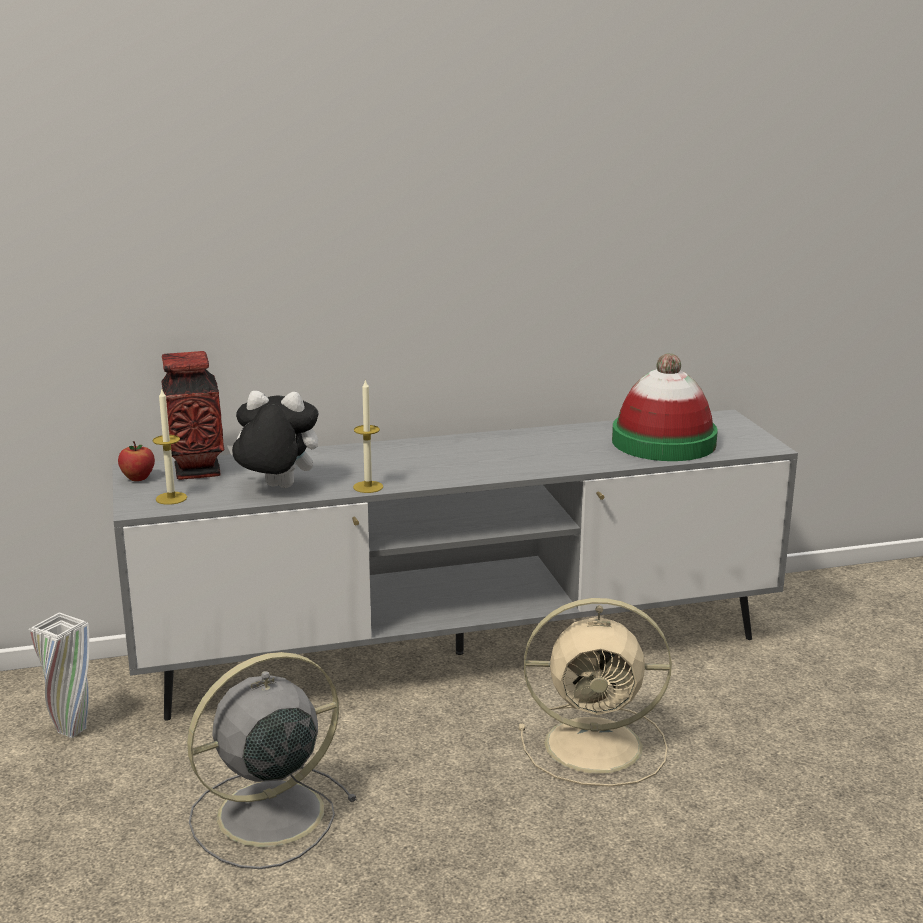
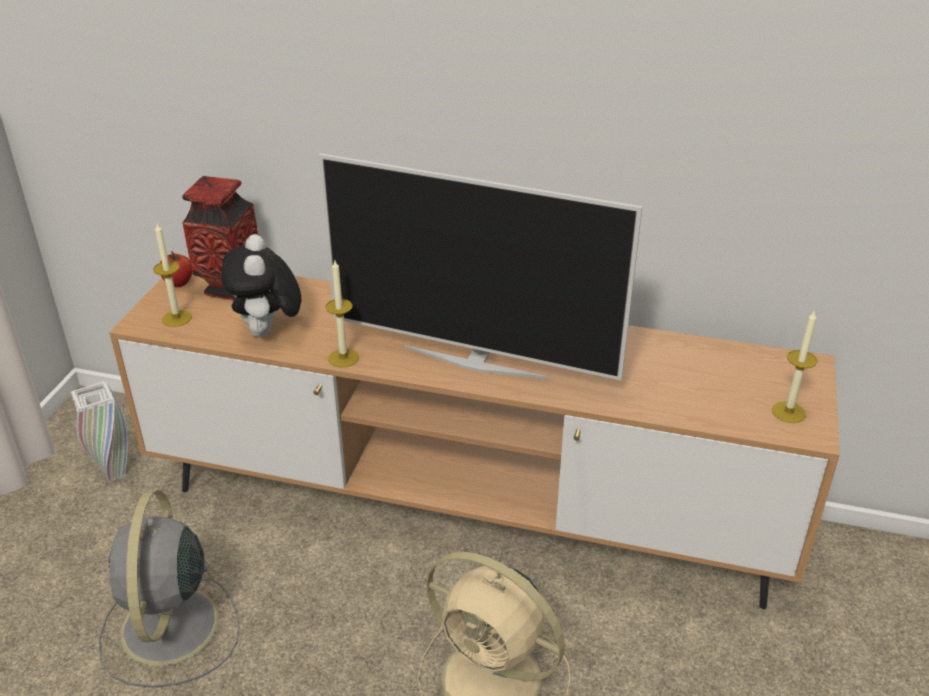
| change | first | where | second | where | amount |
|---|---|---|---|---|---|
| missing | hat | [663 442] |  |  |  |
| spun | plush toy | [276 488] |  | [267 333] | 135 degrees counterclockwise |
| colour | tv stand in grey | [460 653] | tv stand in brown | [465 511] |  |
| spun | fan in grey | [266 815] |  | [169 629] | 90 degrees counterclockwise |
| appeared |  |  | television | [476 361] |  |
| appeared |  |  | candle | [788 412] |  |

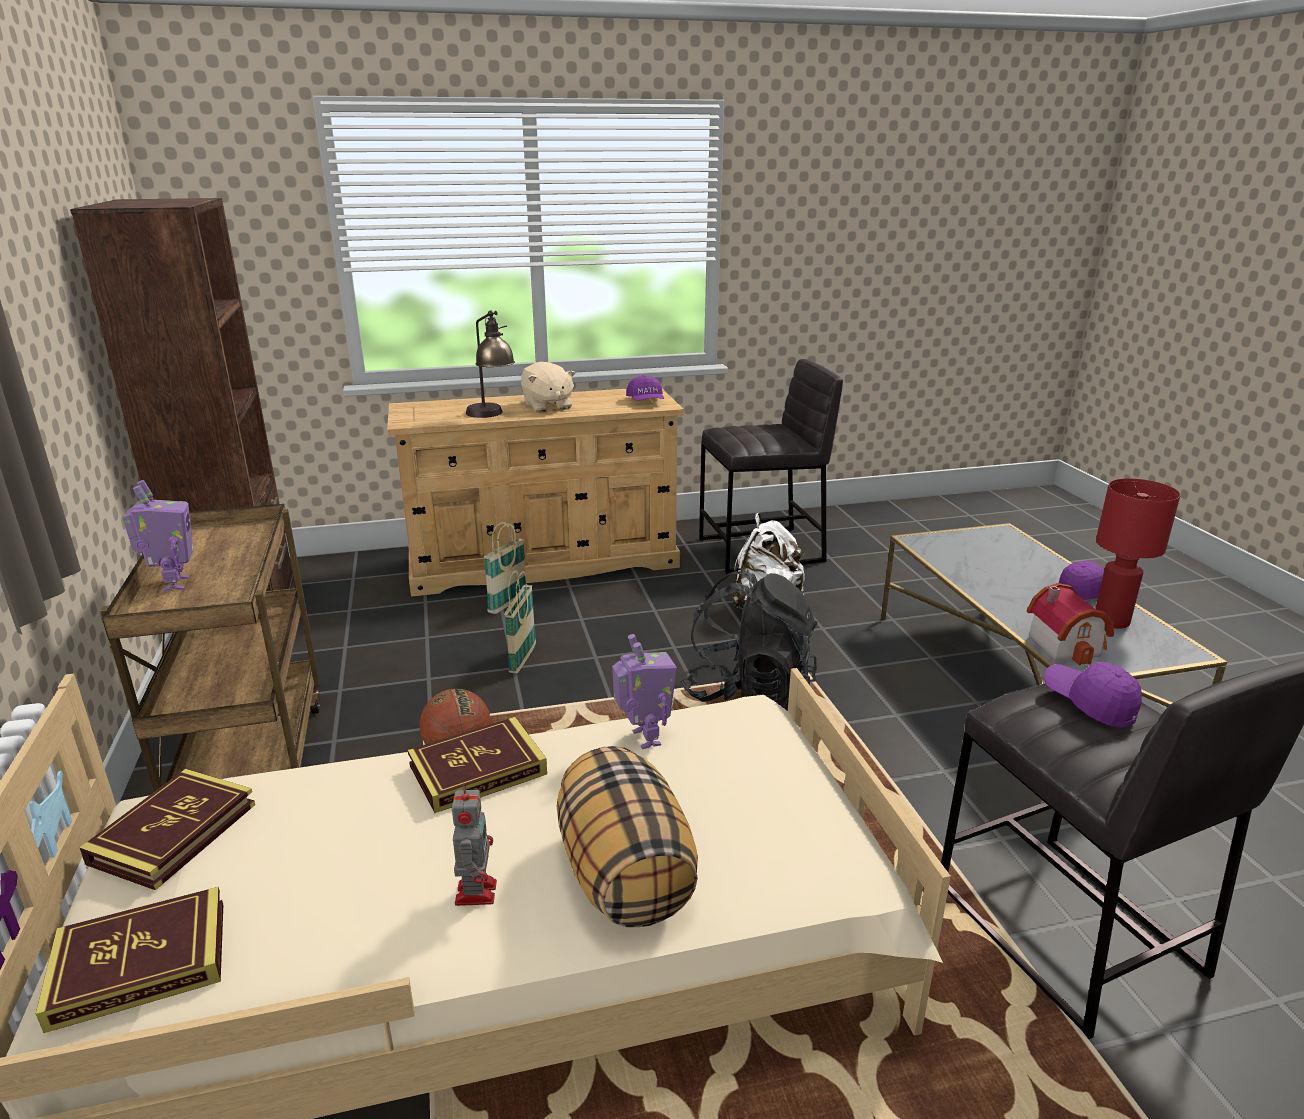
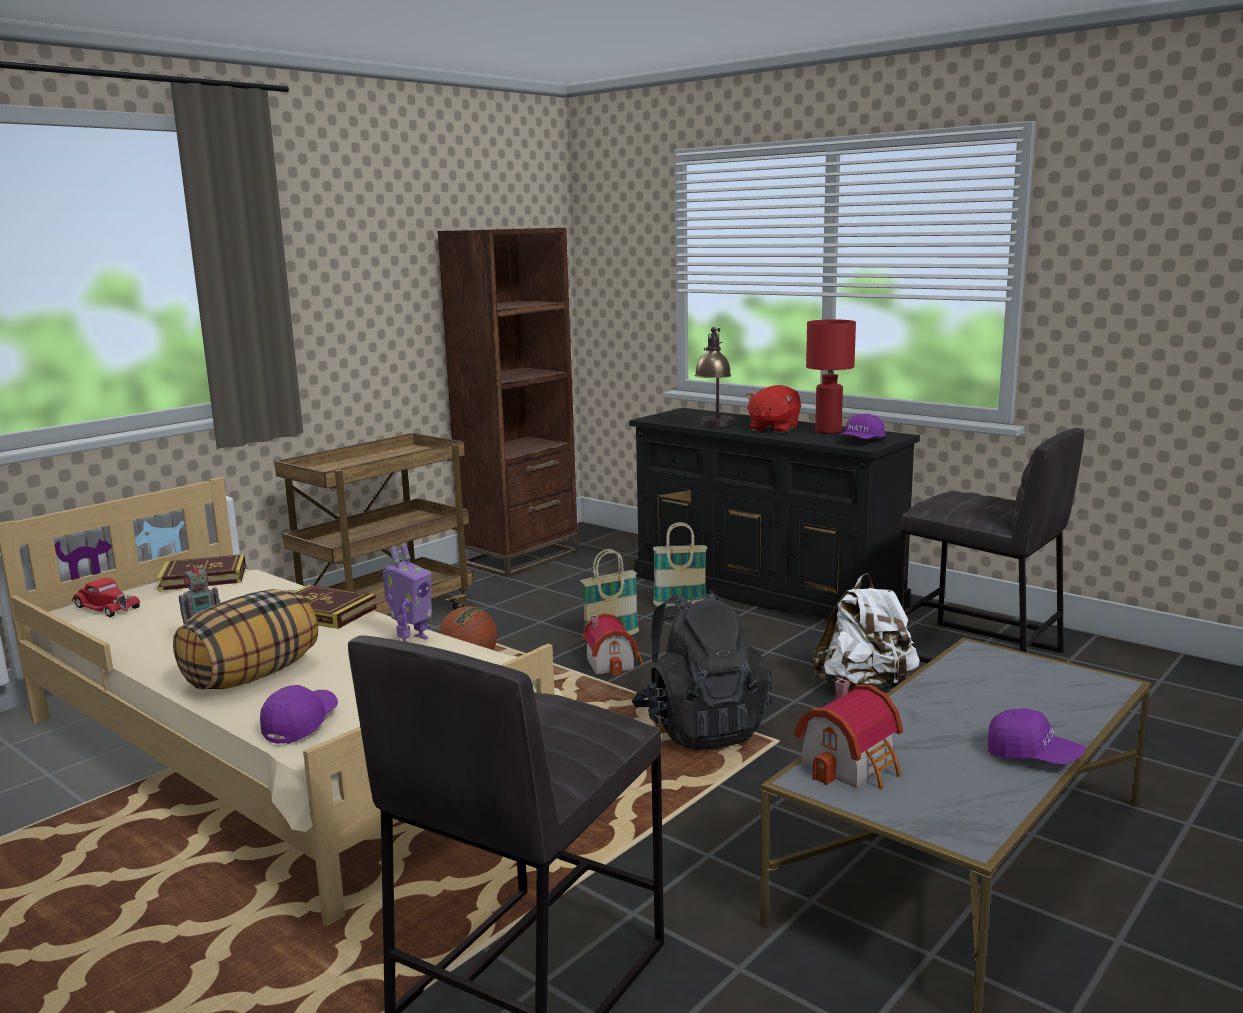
| change | first | where | second | where | amount |
|---|---|---|---|---|---|
| colour | plush toy in beige | [547 406] | plush toy in red | [773 429] |  |
| colour | dresser in beige | [545 562] | dresser in black | [767 591] |  |
| relocated | table lamp in red | [1112 621] |  | [828 431] |  |
| missing | toy robot | [174 584] |  |  |  |
| relocated | cap in purple | [1089 703] |  | [301 724] |  |
| exchanged | book | [140 964] | toy car in red | [106 607] |  |
| appeared |  |  | toy house | [613 663] |  |

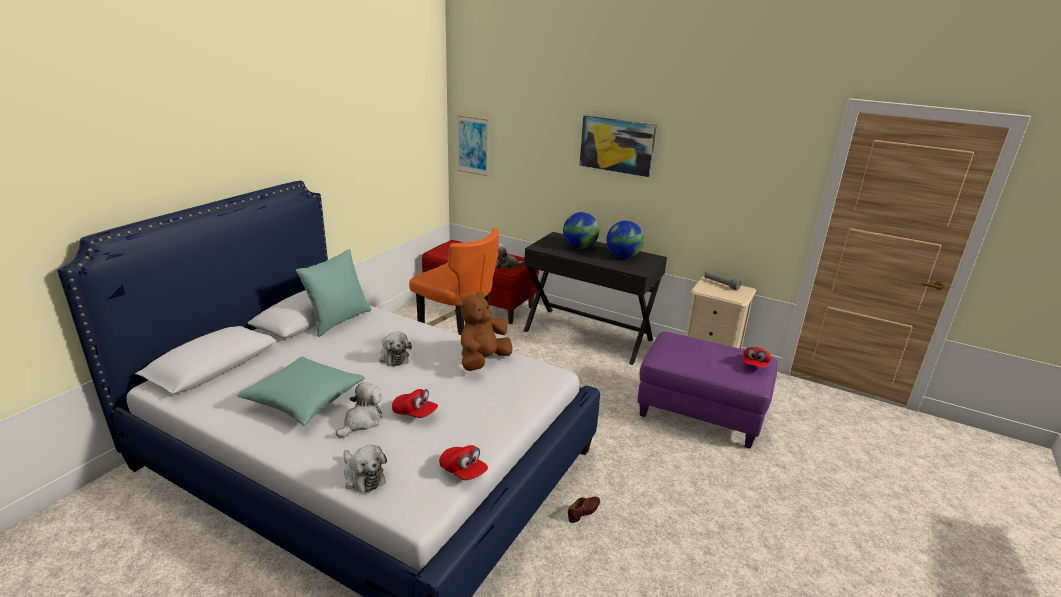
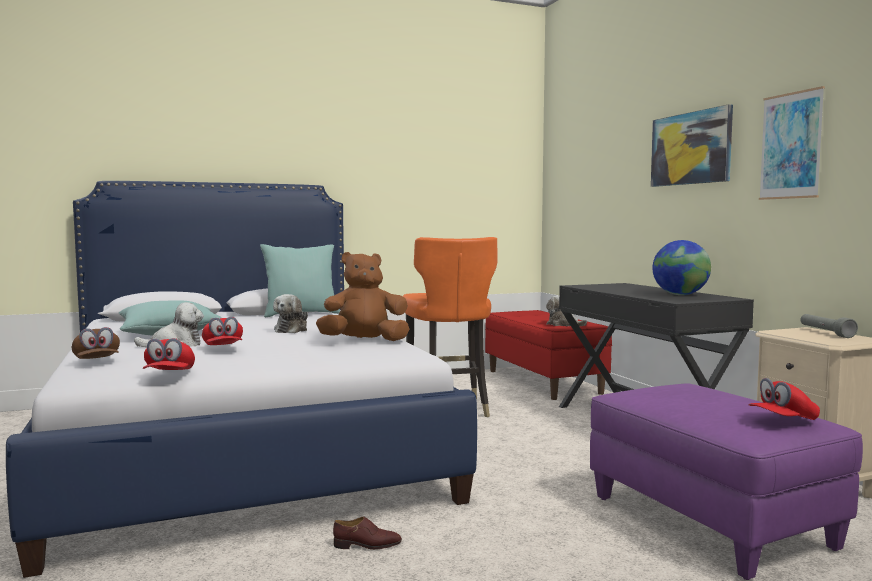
| change | first | where | second | where | amount |
|---|---|---|---|---|---|
| relocated | picture | [473 145] |  | [791 146] |  |
| missing | globe | [579 247] |  |  |  |
| exchanged | plush toy | [363 476] | cap in brown | [97 362] |  |

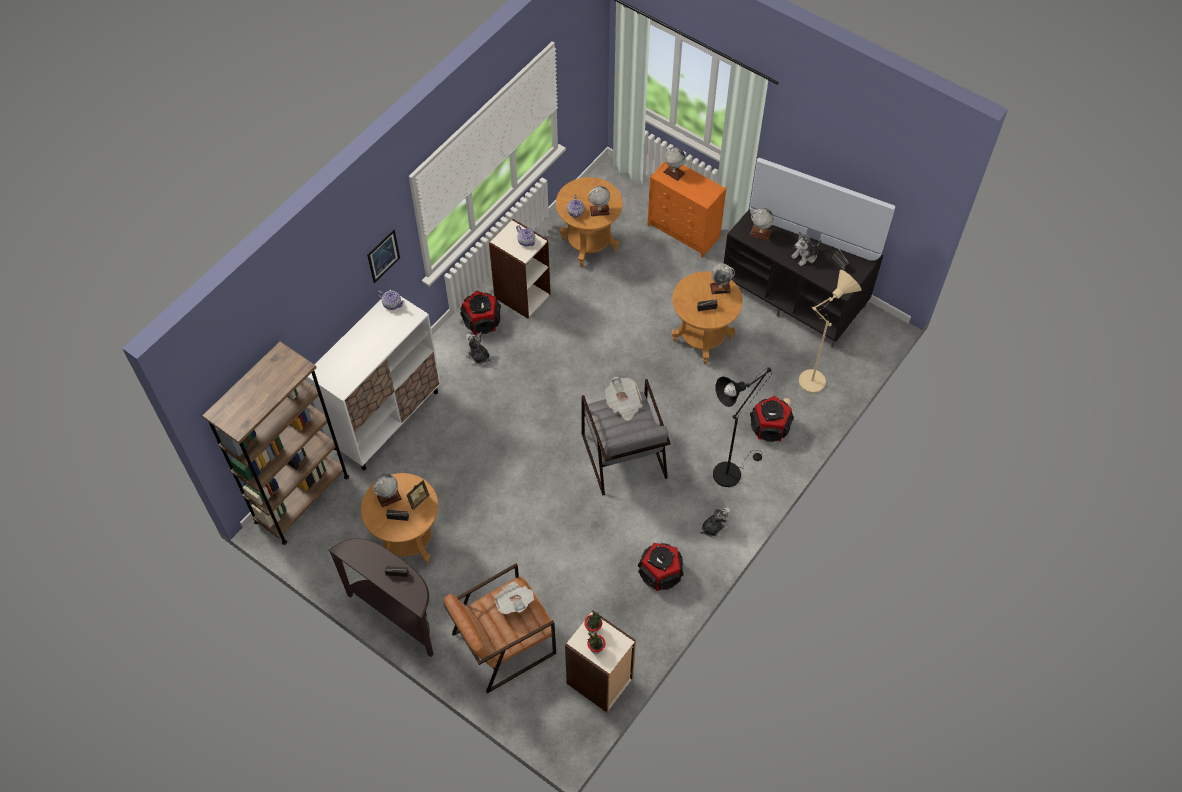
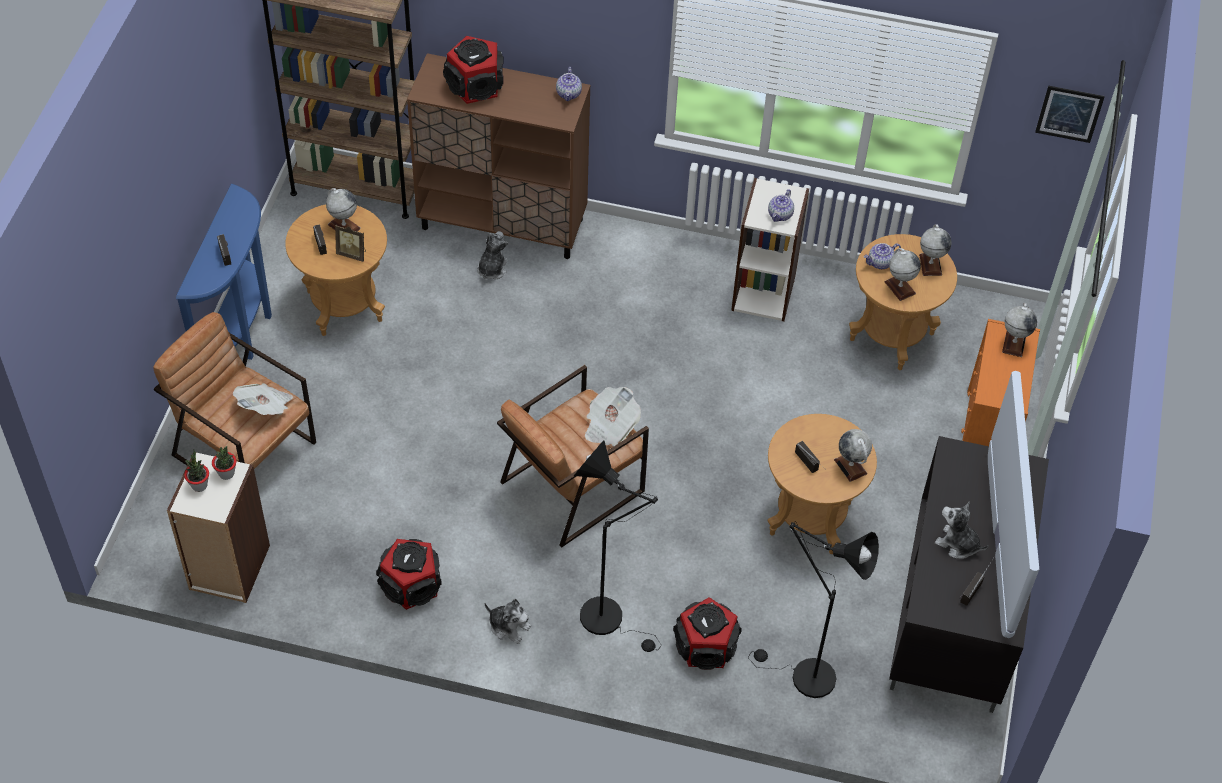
| change | first | where | second | where | amount |
|---|---|---|---|---|---|
| relocated | globe | [760 233] |  | [930 264] |  |
| relocated | picture | [383 256] |  | [1069 113] |  |
| colour | floor lamp in beige | [808 385] | floor lamp in black | [805 676] |  |
| colour | cabinet in white | [386 419] | cabinet in brown | [503 224] |  |
| relocated | speaker | [482 321] |  | [476 86] |  |
| relocated | plush toy | [478 357] |  | [492 268] |  |
| colour | armchair in grey | [623 456] | armchair in brown | [571 486] |  |
| colour | console table in brown | [398 614] | console table in blue | [242 332] |  |

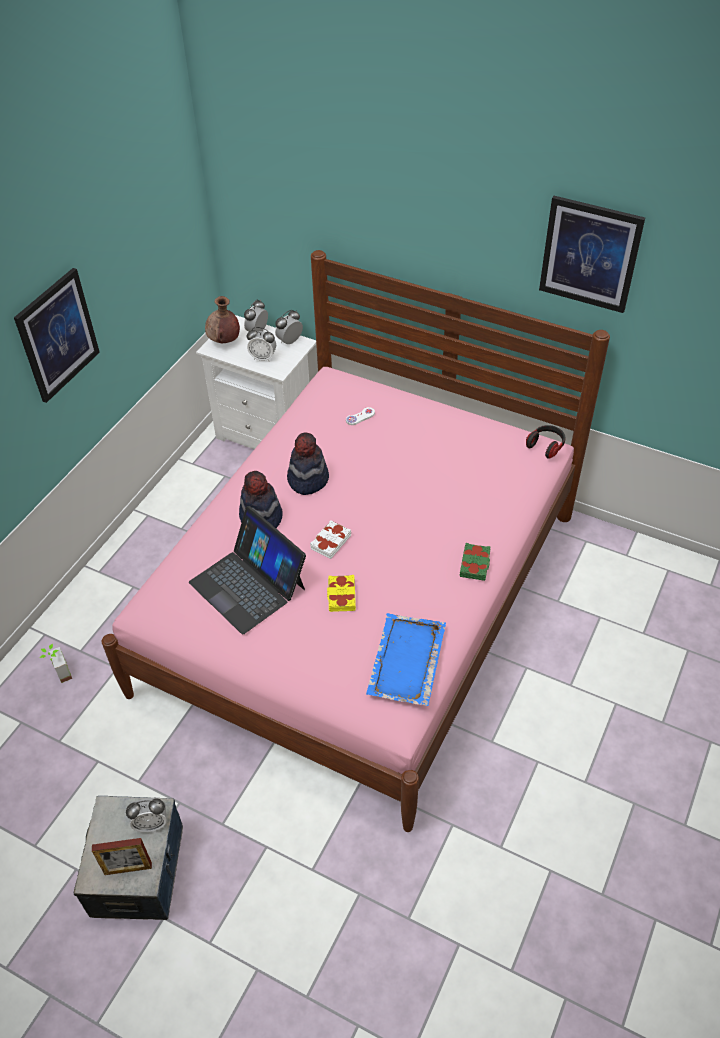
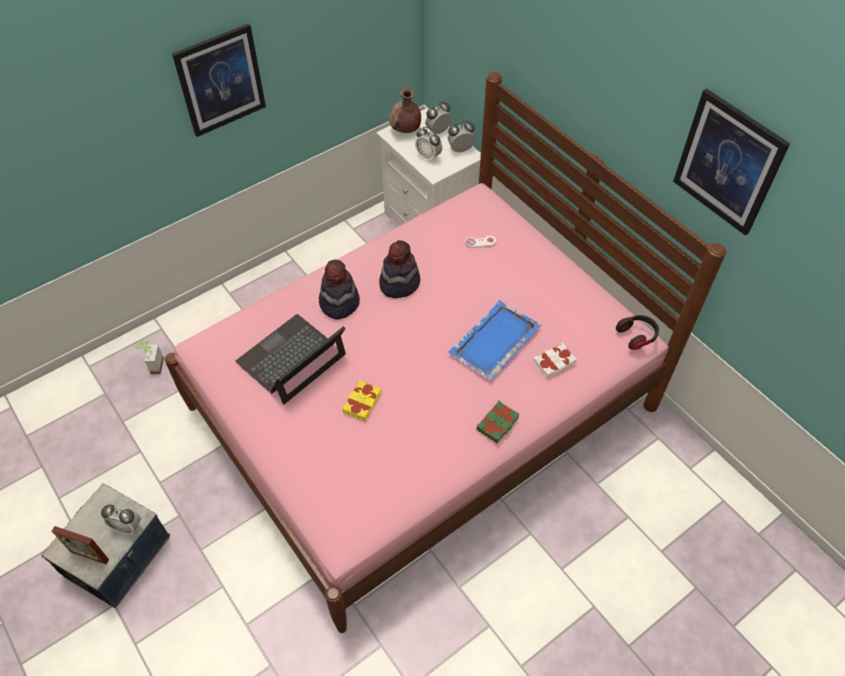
| change | first | where | second | where | amount |
|---|---|---|---|---|---|
| spun | laptop | [248 585] |  | [292 359] | 60 degrees clockwise |
| relocated | book in white | [330 542] |  | [554 362] |  |
| relocated | tray in blue | [406 661] |  | [494 342] |  |

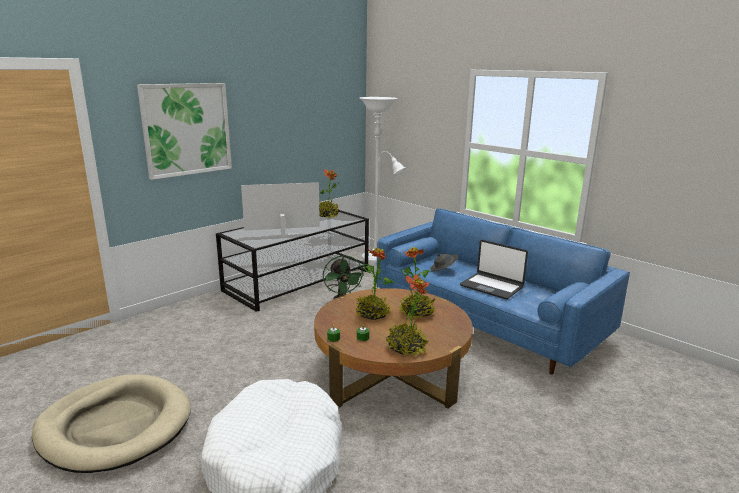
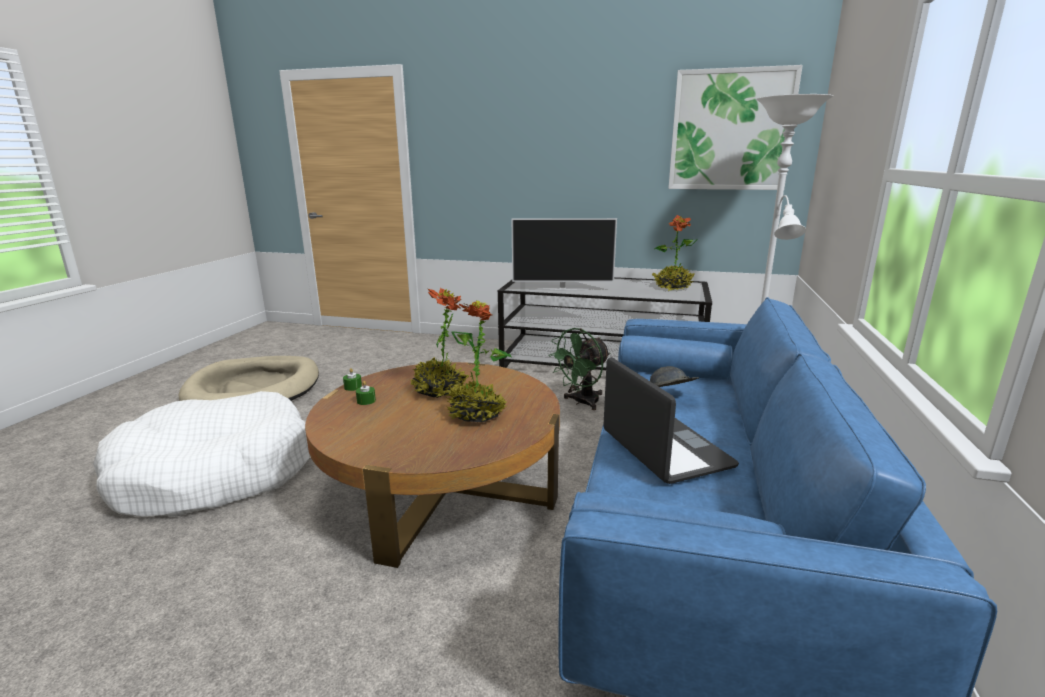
| change | first | where | second | where | amount |
|---|---|---|---|---|---|
| relocated | picture | [187 129] |  | [731 130] |  |
| spun | television | [283 235] |  | [562 289] | 135 degrees clockwise |
| spun | laptop | [492 286] |  | [664 450] | 150 degrees clockwise |
| missing | potted plant | [406 348] |  |  |  |

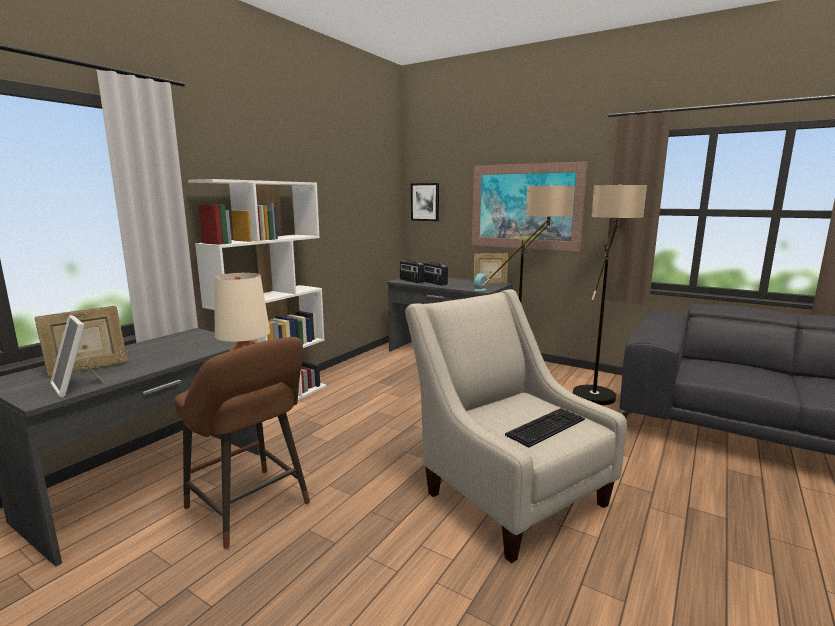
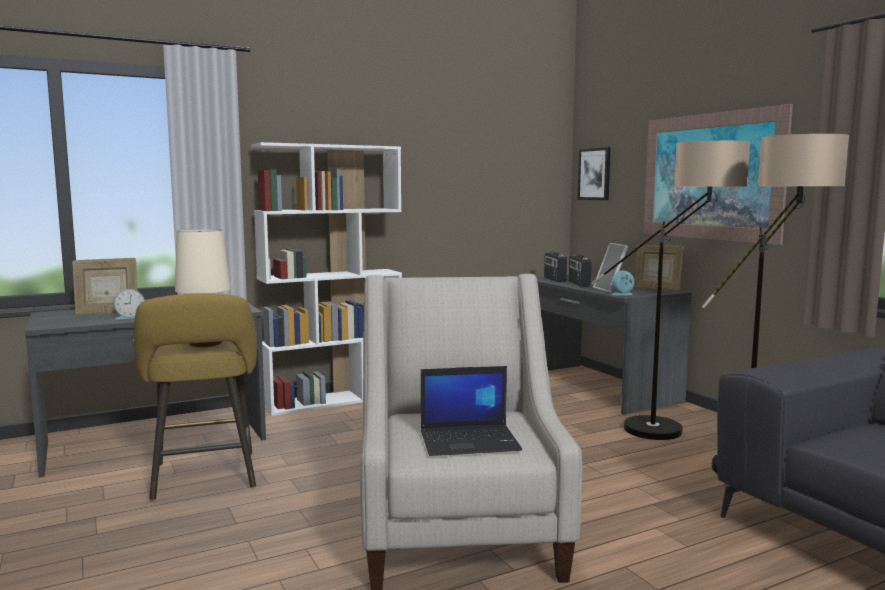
| change | first | where | second | where | amount |
|---|---|---|---|---|---|
| relocated | picture frame | [77 386] |  | [611 290] |  |
| colour | stool in brown | [251 509] | stool in yellow | [204 479] |  |
| exchanged | keyboard | [545 426] | laptop | [470 441] |  |
| appeared |  |  | alarm clock | [129 317] |  |

